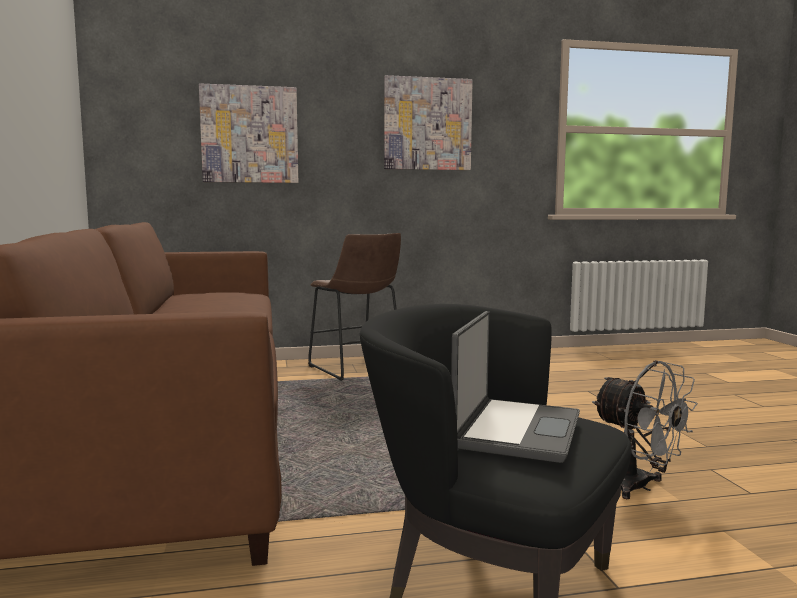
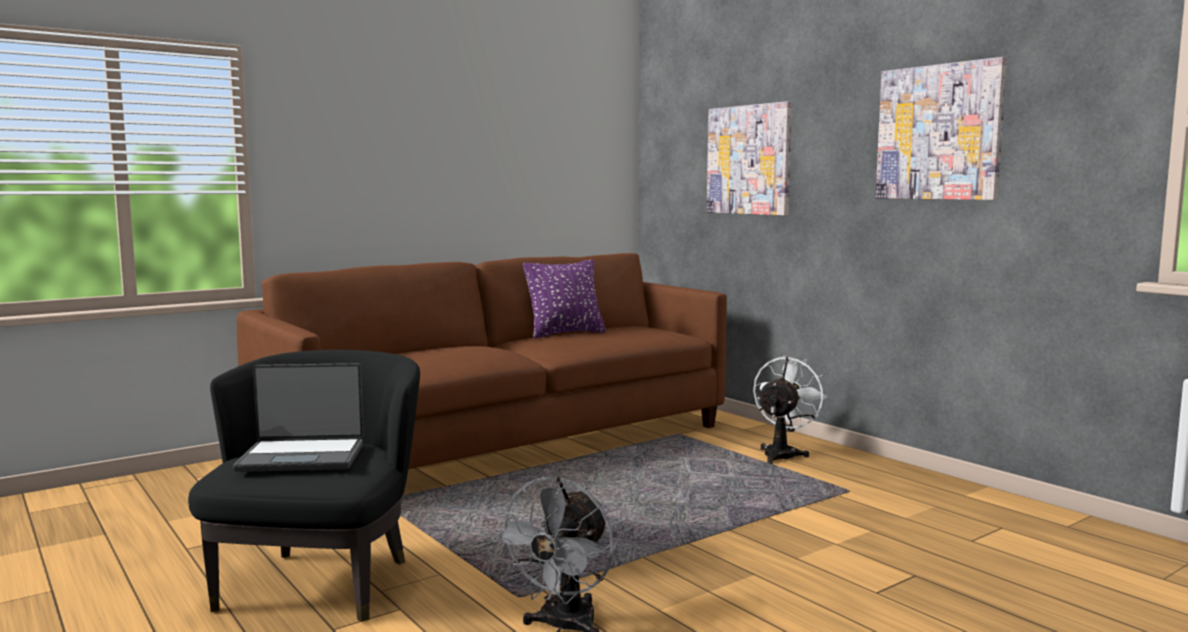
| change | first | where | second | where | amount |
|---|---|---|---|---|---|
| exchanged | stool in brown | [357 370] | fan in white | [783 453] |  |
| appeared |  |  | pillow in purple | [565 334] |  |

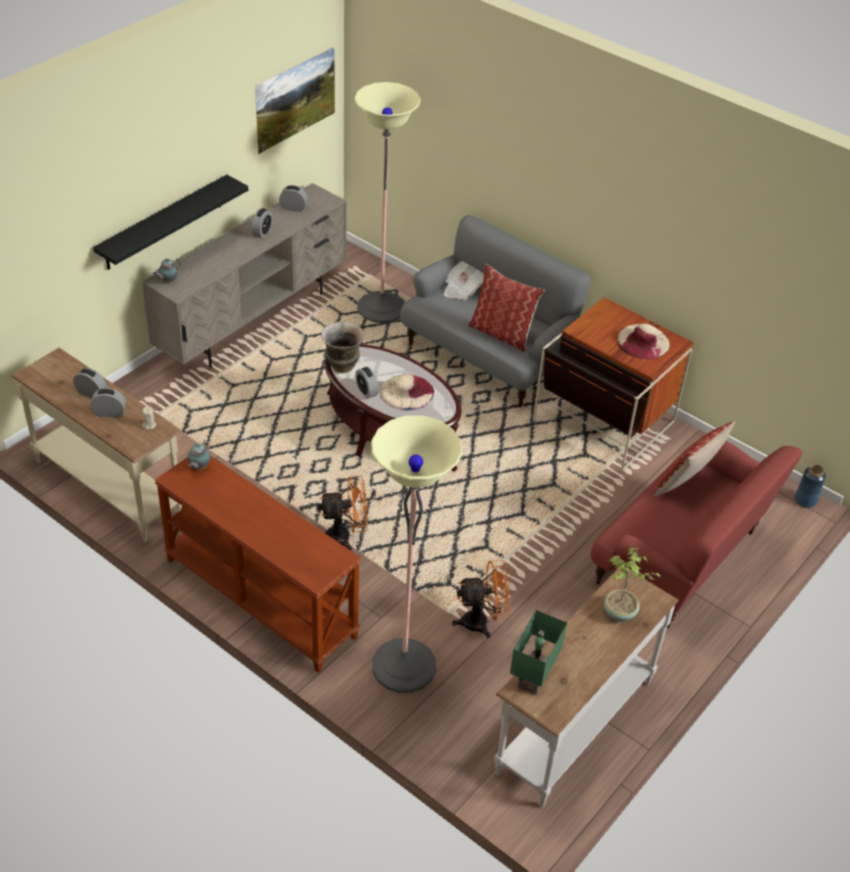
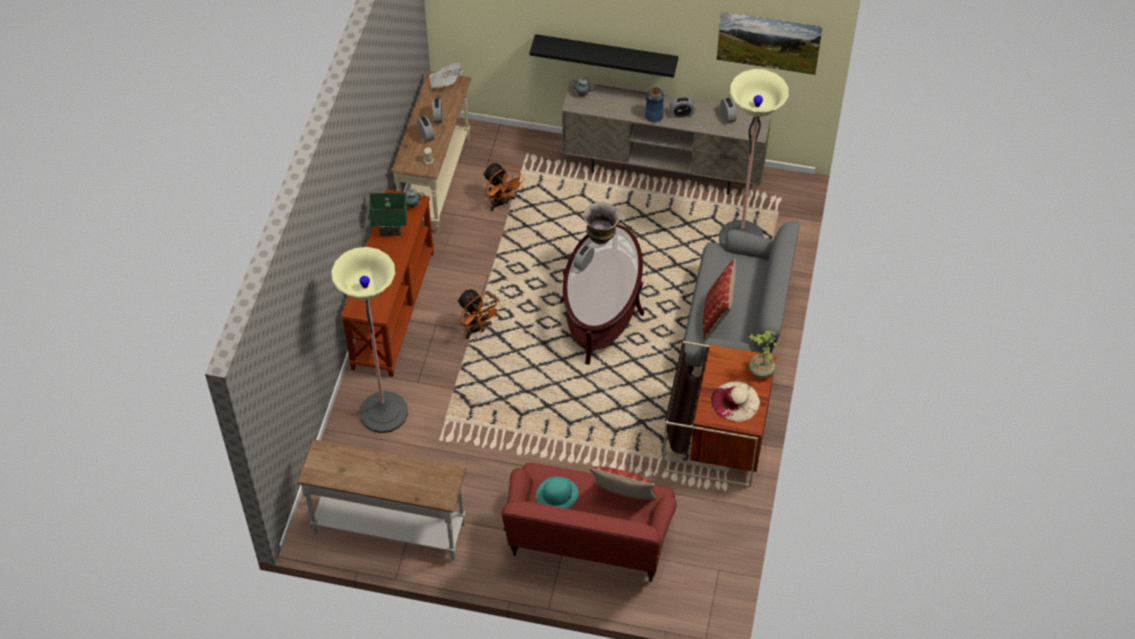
| change | first | where | second | where | amount |
|---|---|---|---|---|---|
| relocated | newspaper | [462 289] |  | [445 82] |  |
| missing | hat in beige | [407 392] |  |  |  |
| relocated | vase in blue | [805 500] |  | [654 116] |  |
| relocated | potted plant | [620 613] |  | [760 371] |  |
| relocated | fan in orange | [482 622] |  | [501 203] |  |
| relocated | table lamp in green | [531 678] |  | [391 229] |  |
| appeared |  |  | hat in turquoise | [557 494] |  |

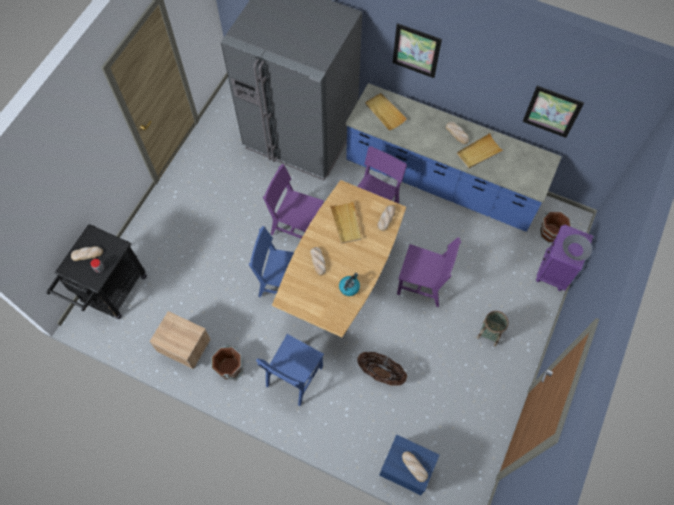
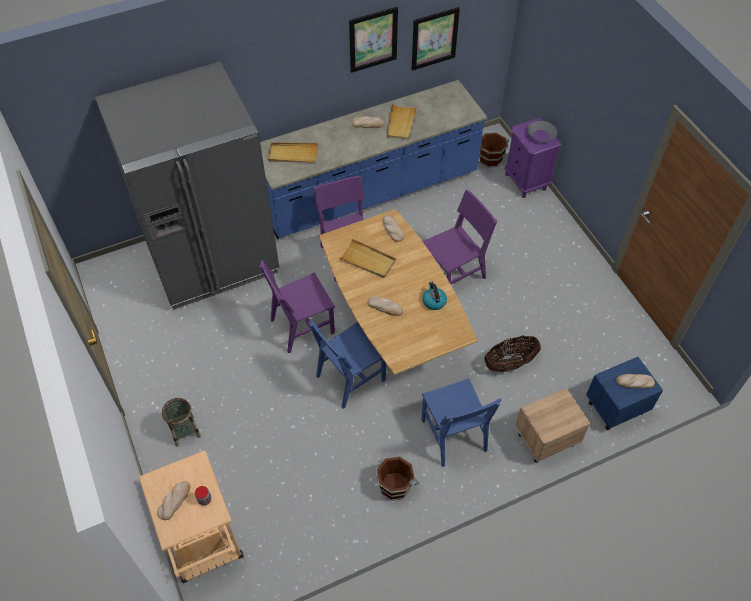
| change | first | where | second | where | amount |
|---|---|---|---|---|---|
| relocated | picture | [416 50] |  | [373 39] |  |
| colour | cart in black | [111 293] | cart in beige | [205 545] |  |
| relocated | nightstand in beige | [185 348] |  | [545 439] |  |
| relocated | basket | [489 333] |  | [185 431] |  |

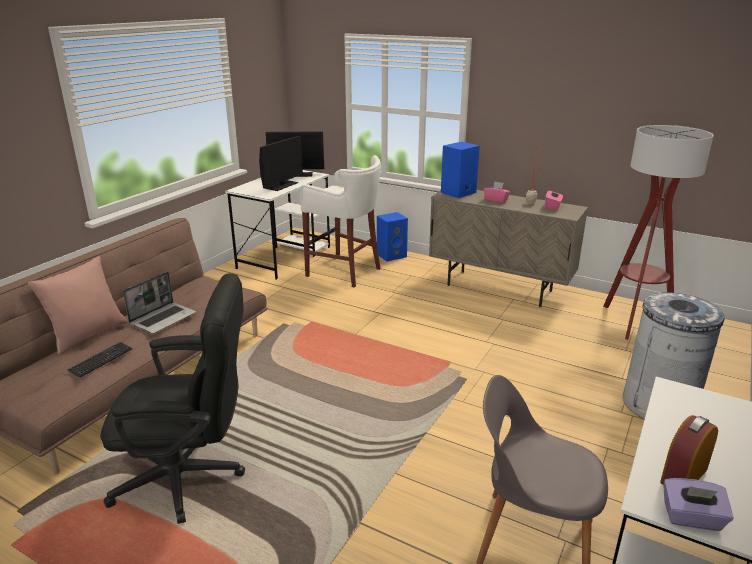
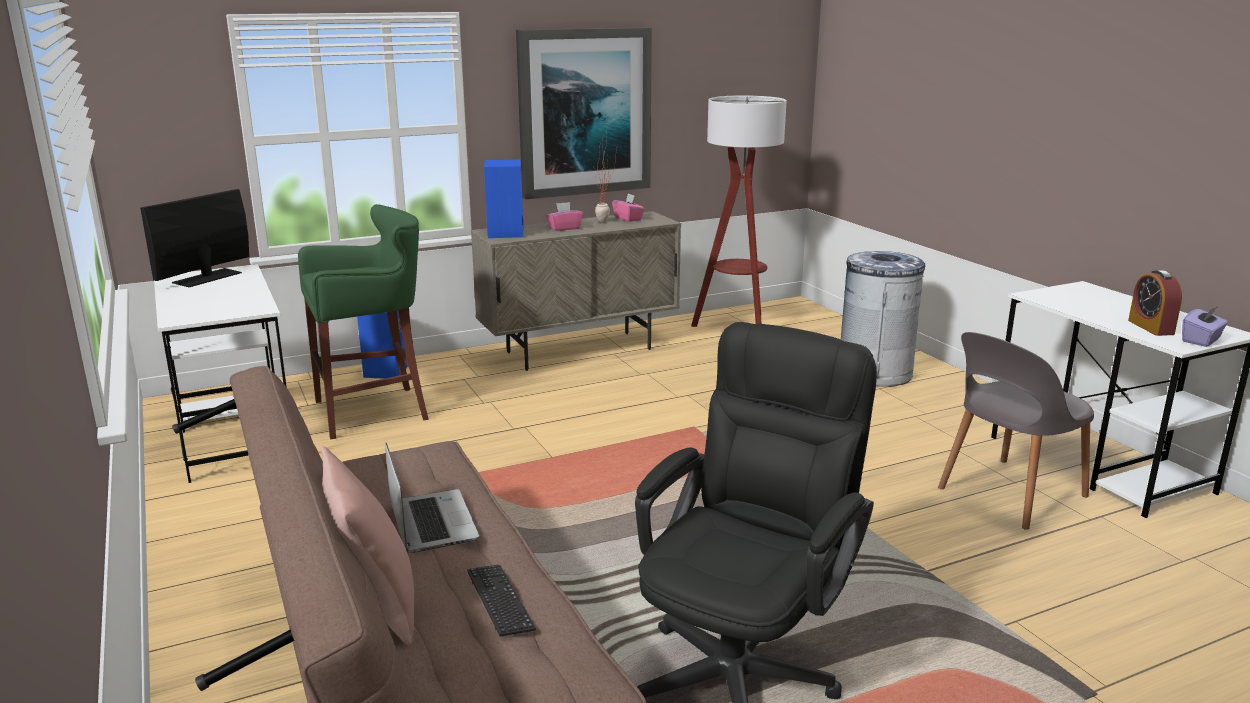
| change | first | where | second | where | amount |
|---|---|---|---|---|---|
| missing | monitor | [282 185] |  |  |  |
| colour | stool in white | [346 272] | stool in green | [374 411] |  |
| appeared |  |  | picture | [584 112] |  |

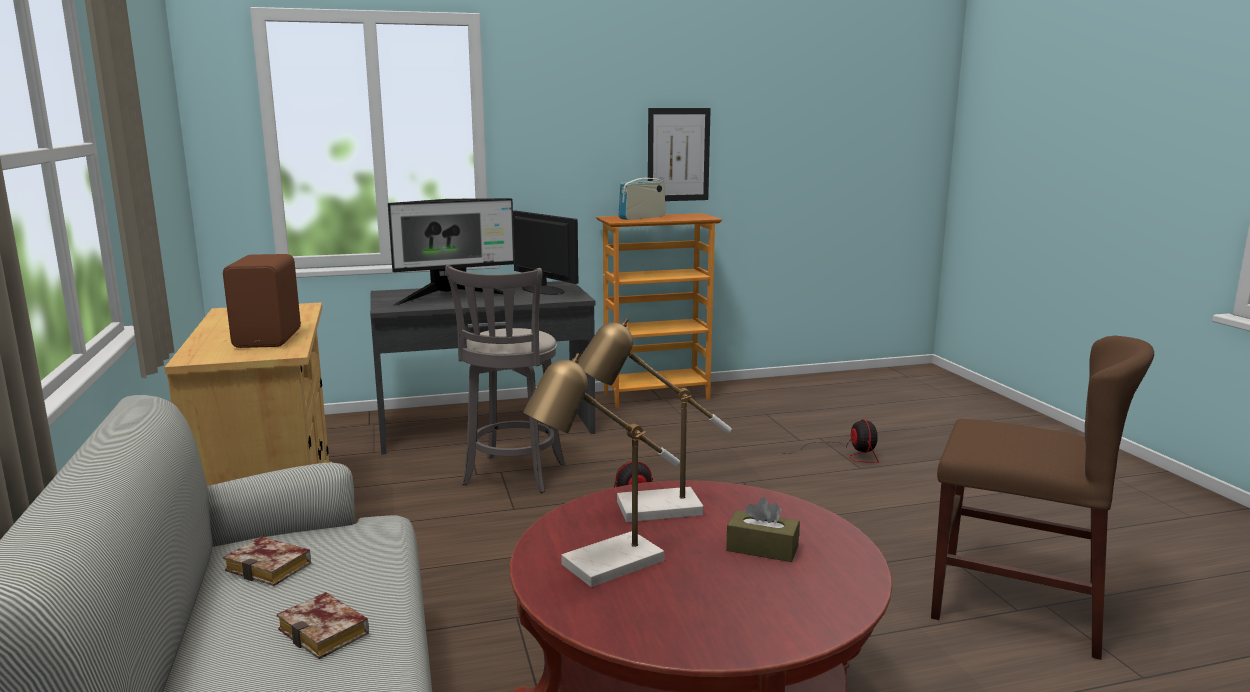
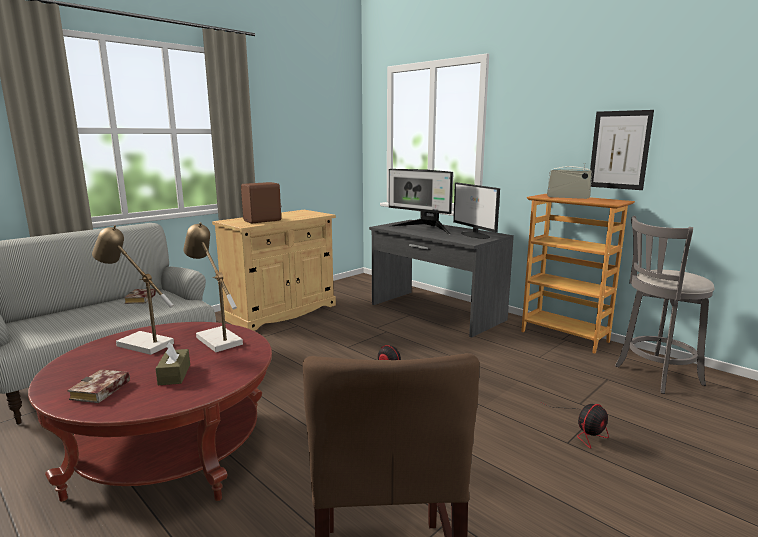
| change | first | where | second | where | amount |
|---|---|---|---|---|---|
| spun | monitor | [542 289] |  | [475 235] | 135 degrees clockwise |
| relocated | stool in grey | [512 476] |  | [655 376] |  |
| relocated | book | [328 633] |  | [100 392] |  |

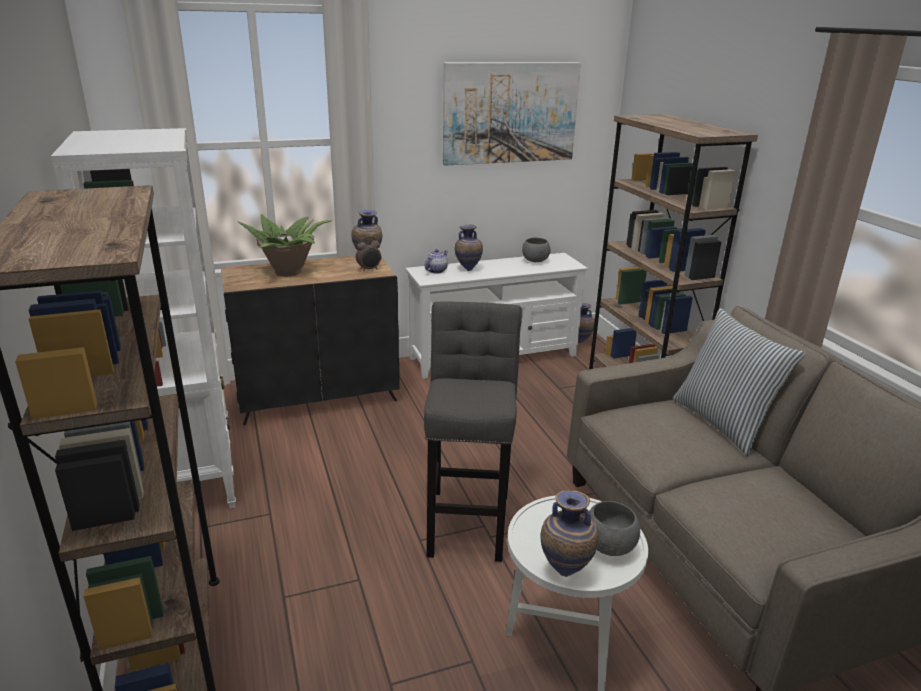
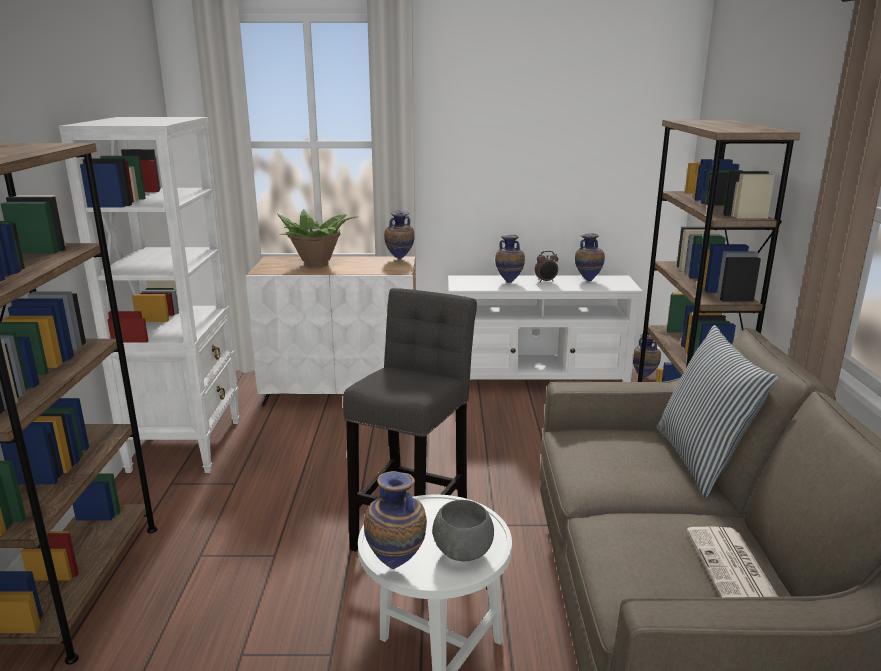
| change | first | where | second | where | amount |
|---|---|---|---|---|---|
| missing | picture | [510 113] |  |  |  |
| relocated | alarm clock | [369 269] |  | [546 281] |  |
| exchanged | bowl in grey | [535 261] | vase | [587 280] |  |
| missing | teapot | [436 270] |  |  |  |
| colour | cabinet in black | [318 397] | cabinet in white | [342 393] |  |
| appeared |  |  | newspaper | [732 567] |  |

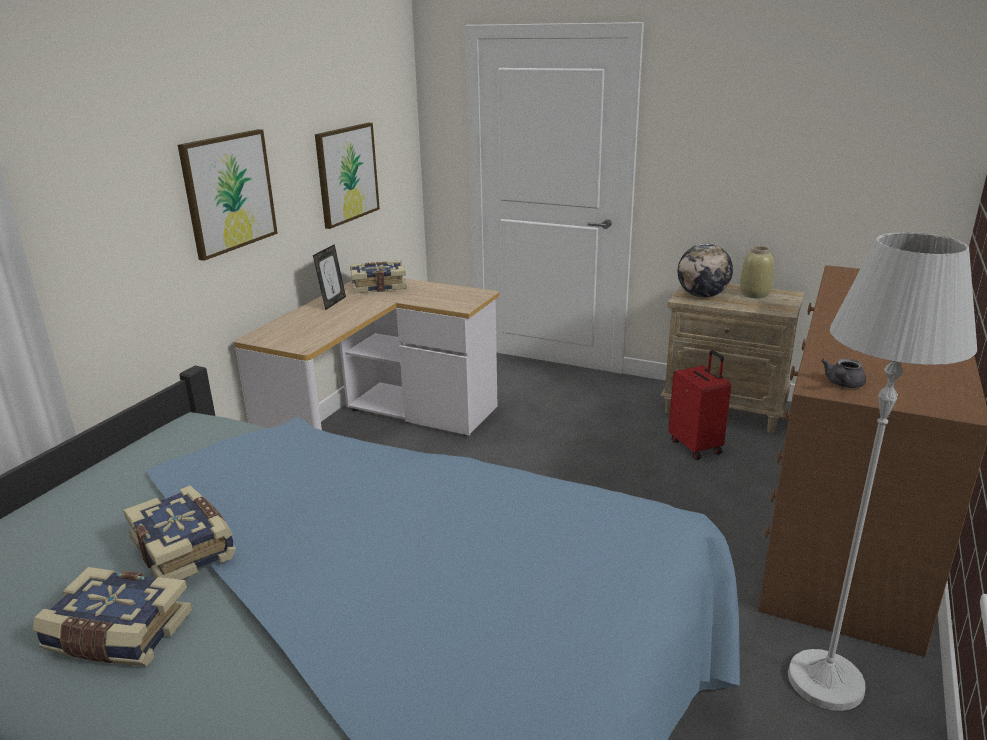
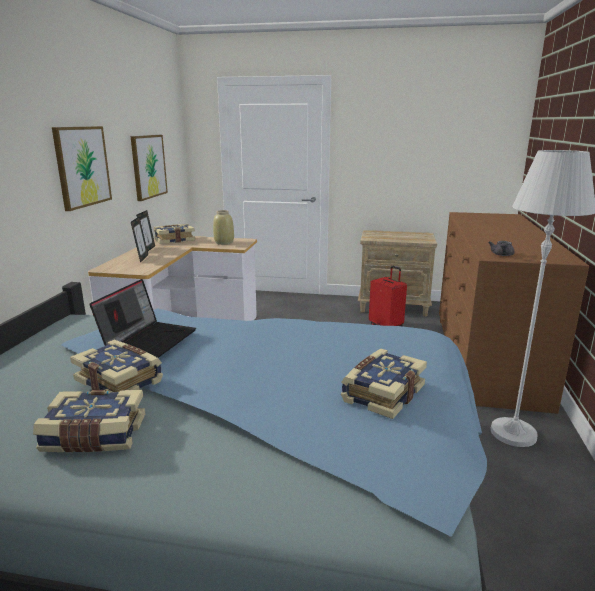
| change | first | where | second | where | amount |
|---|---|---|---|---|---|
| missing | globe | [702 296] |  |  |  |
| relocated | vase in beige | [755 294] |  | [224 243] |  |
| appeared |  |  | picture frame | [142 258] |  |
| appeared |  |  | laptop | [149 340] |  |
| appeared |  |  | book | [381 393] |  |

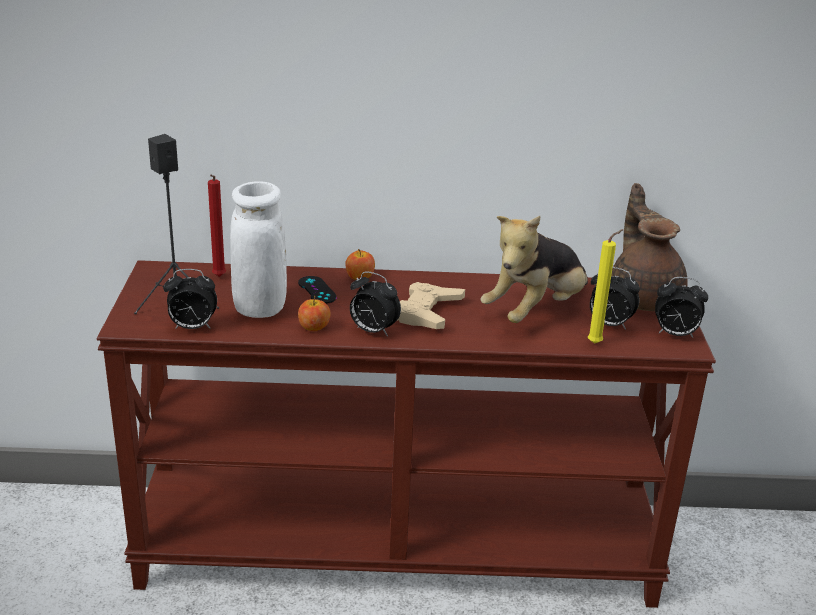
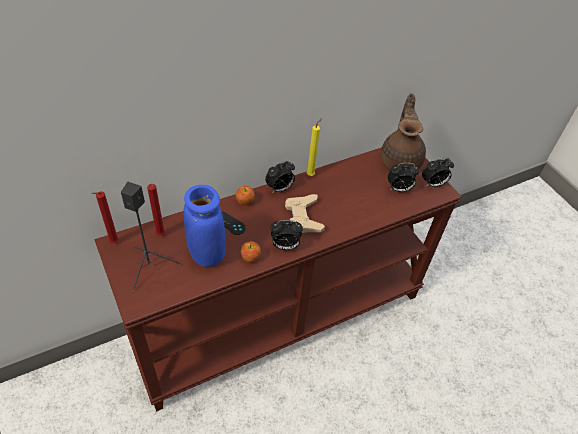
| change | first | where | second | where | amount |
|---|---|---|---|---|---|
| colour | vase in white | [260 308] | vase in blue | [207 253] |  |
| spun | teapot in brown | [644 297] |  | [401 159] | 45 degrees clockwise |
| missing | plush toy | [536 311] |  |  |  |
| relocated | candle in yellow | [597 343] |  | [311 174] |  |
| relocated | alarm clock | [192 327] |  | [279 189] |  |
| appeared |  |  | candle in red | [113 243] |  |

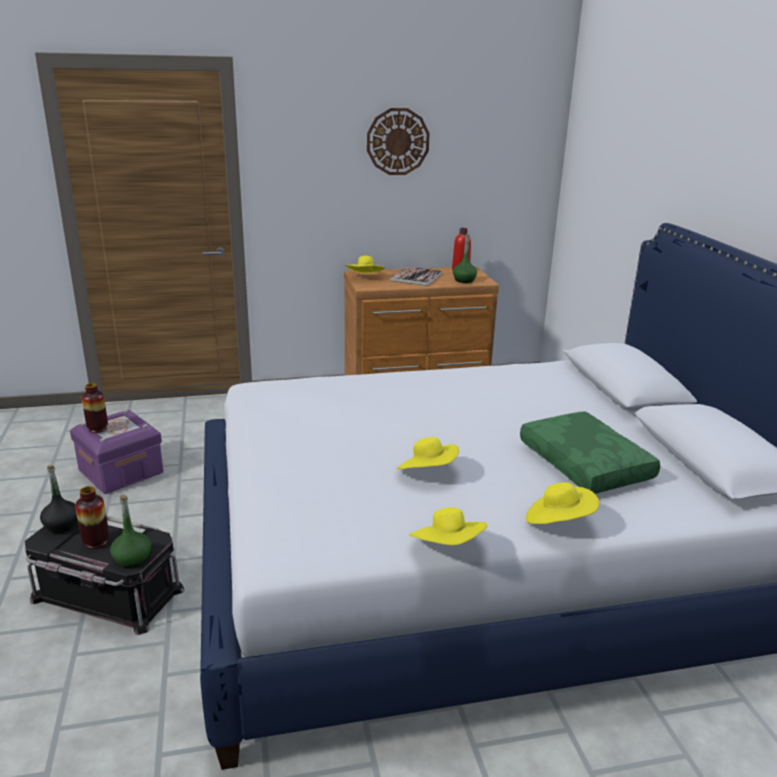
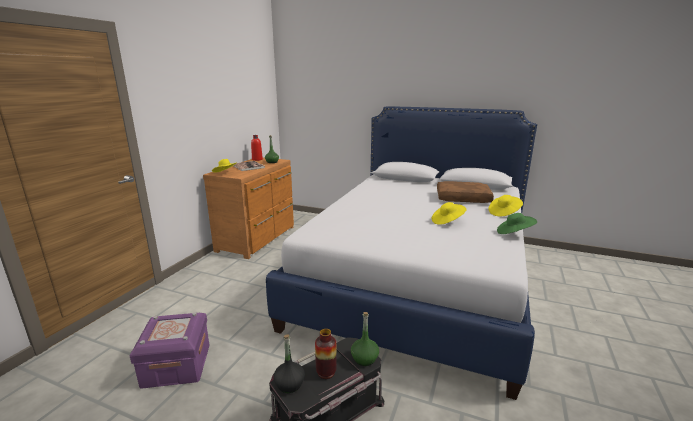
| change | first | where | second | where | amount |
|---|---|---|---|---|---|
| missing | wall clock | [397 141] |  |  |  |
| missing | vase | [98 429] |  |  |  |
| colour | pillow in green | [587 464] | pillow in brown | [463 198] |  |
| colour | hat in yellow | [448 548] | hat in green | [514 233] |  |

